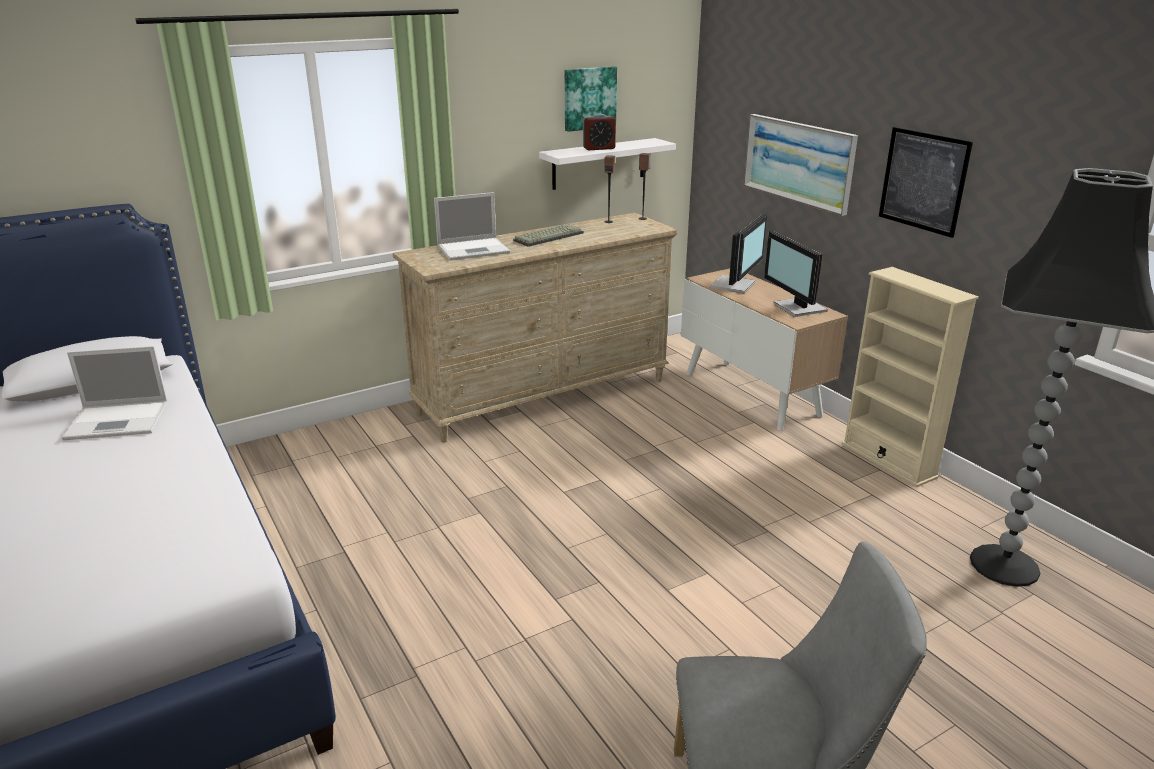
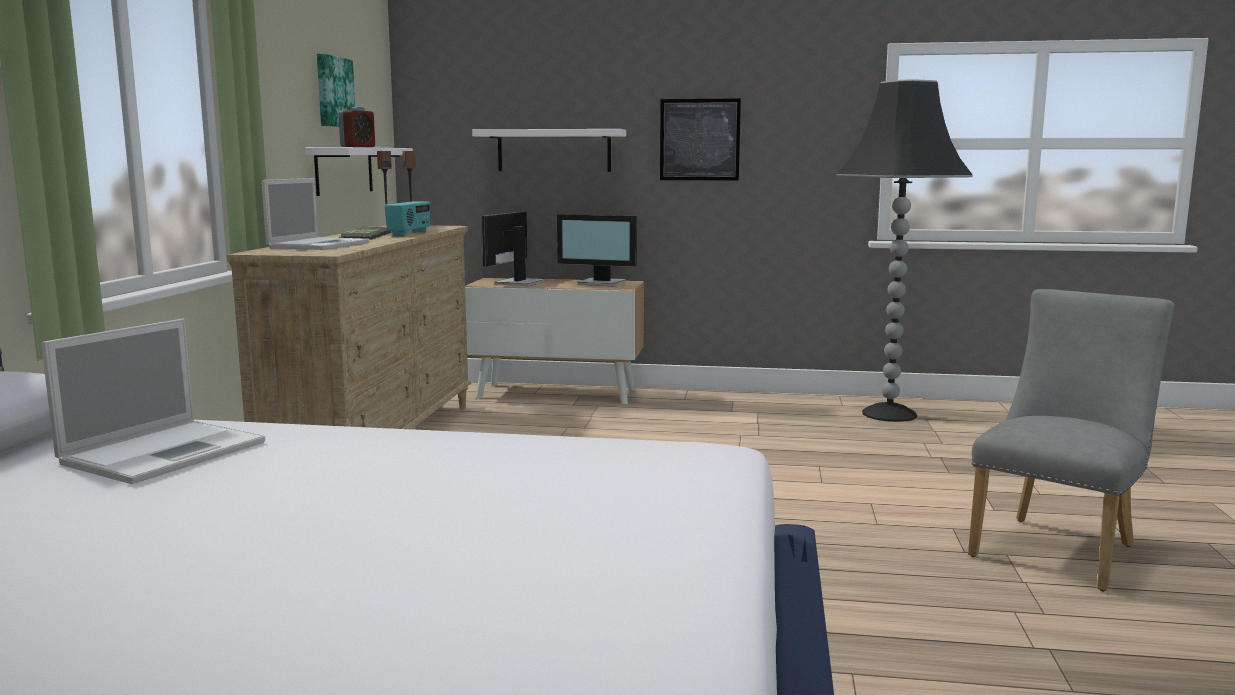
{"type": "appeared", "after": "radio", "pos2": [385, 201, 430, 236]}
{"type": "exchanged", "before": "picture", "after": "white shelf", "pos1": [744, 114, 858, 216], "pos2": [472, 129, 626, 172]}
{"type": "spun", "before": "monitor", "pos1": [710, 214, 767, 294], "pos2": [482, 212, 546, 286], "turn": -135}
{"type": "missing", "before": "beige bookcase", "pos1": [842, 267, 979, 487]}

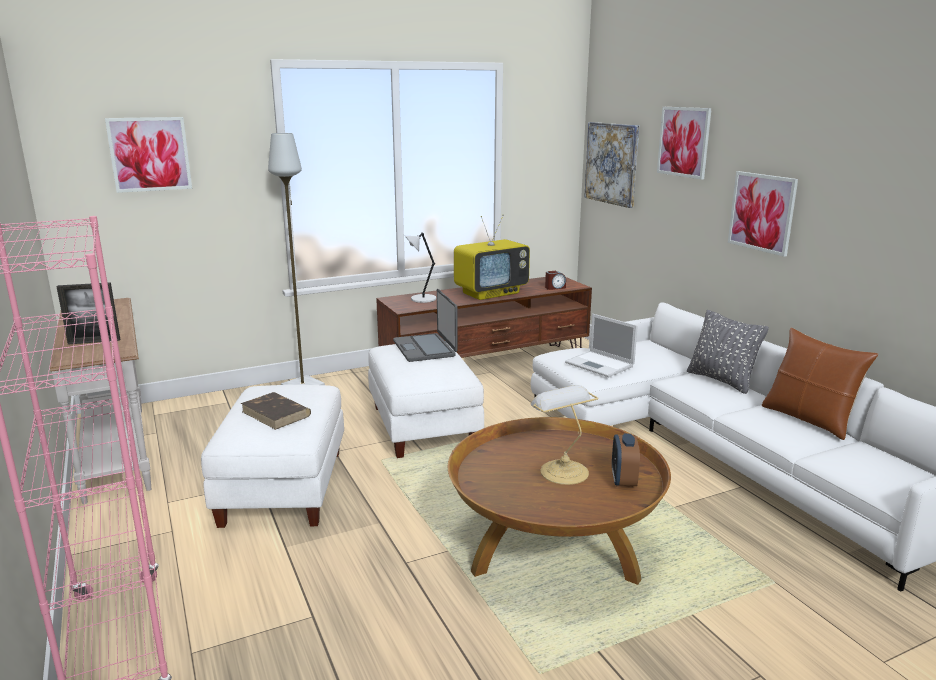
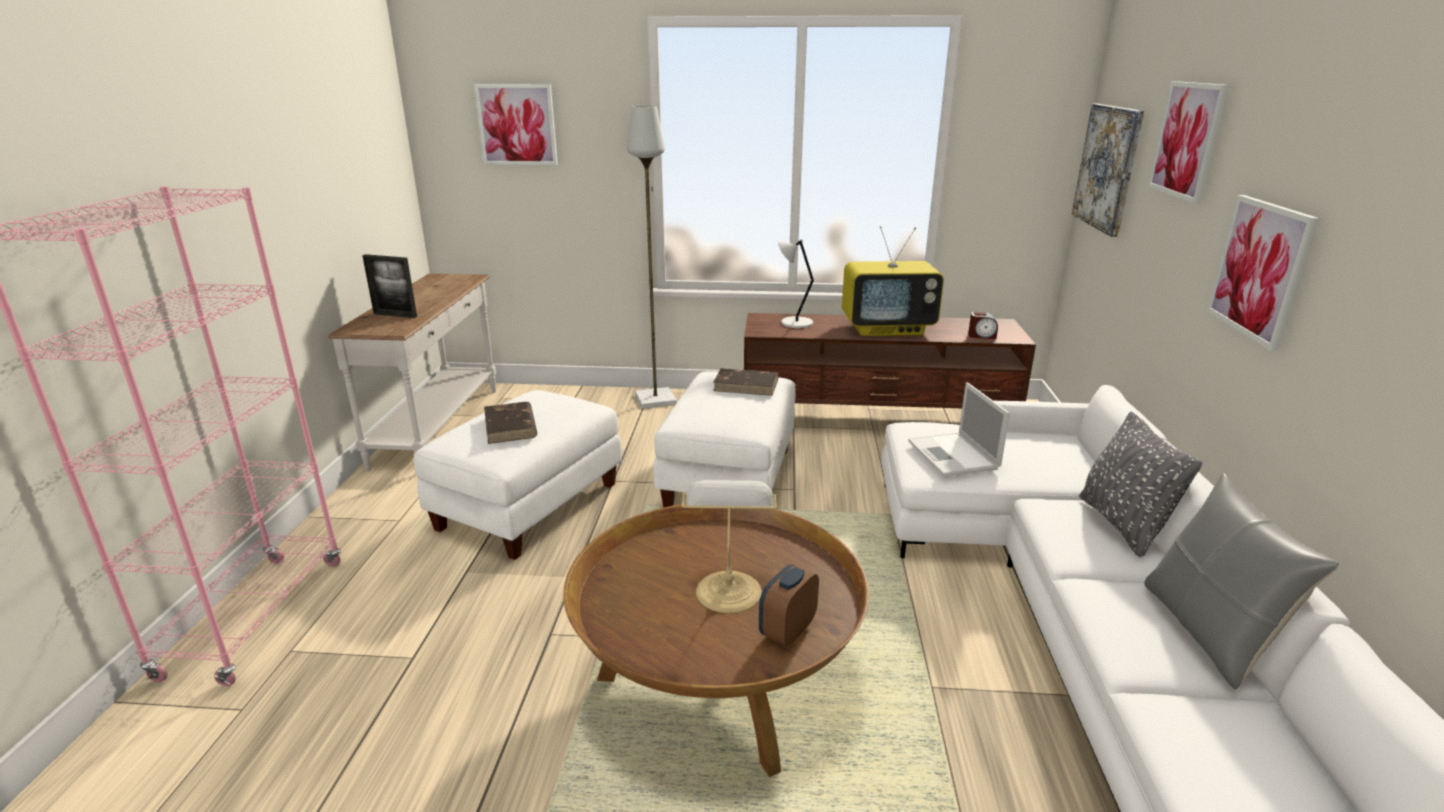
{"type": "exchanged", "before": "laptop", "after": "brown book", "pos1": [393, 289, 458, 362], "pos2": [713, 368, 778, 396]}
{"type": "colour", "before": "brown pillow", "after": "grey pillow", "pos1": [762, 328, 878, 440], "pos2": [1144, 473, 1339, 690]}

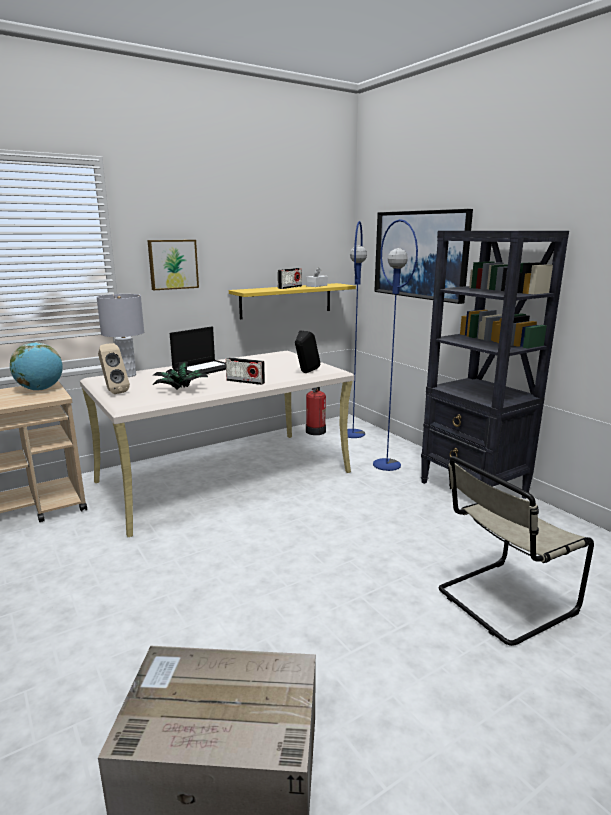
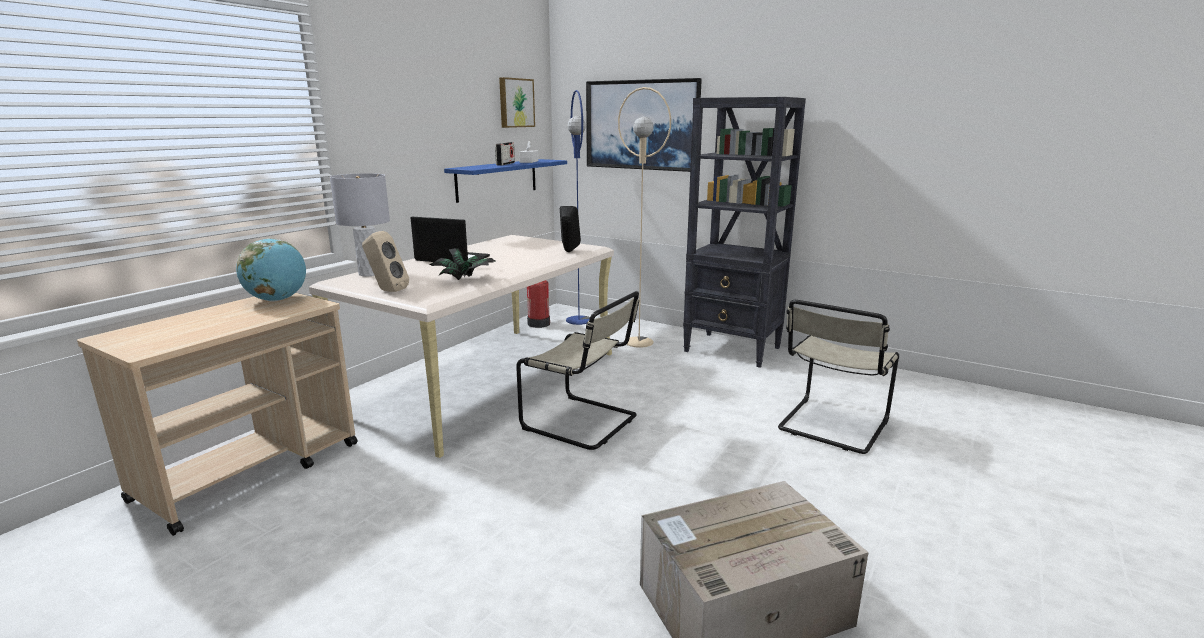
{"type": "spun", "before": "laptop", "pos1": [170, 327, 226, 375], "pos2": [410, 217, 490, 262], "turn": -90}
{"type": "colour", "before": "yellow shelf", "after": "blue shelf", "pos1": [229, 283, 356, 319], "pos2": [444, 159, 567, 203]}
{"type": "relocated", "before": "picture", "pos1": [148, 240, 199, 290], "pos2": [499, 77, 535, 128]}
{"type": "appeared", "after": "beige chair", "pos2": [516, 291, 639, 450]}
{"type": "colour", "before": "blue floor lamp", "after": "beige floor lamp", "pos1": [373, 219, 418, 471], "pos2": [618, 87, 671, 348]}
{"type": "missing", "before": "radio", "pos1": [226, 357, 265, 385]}

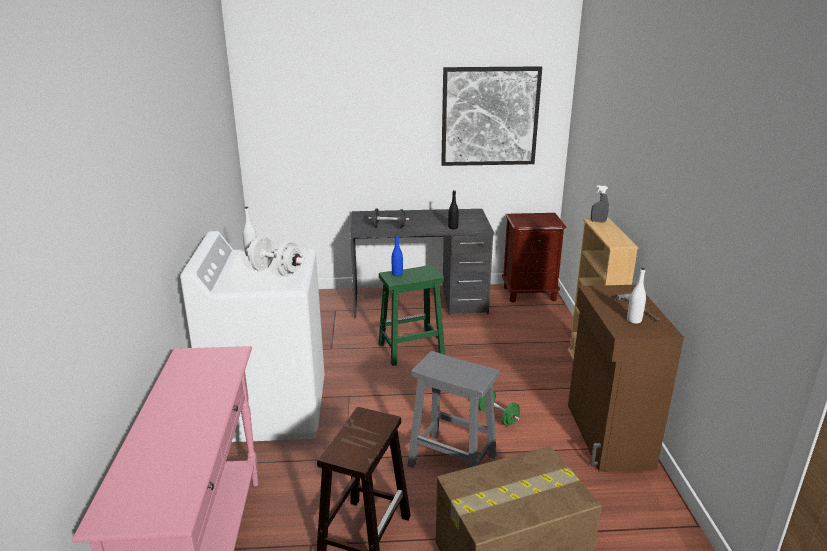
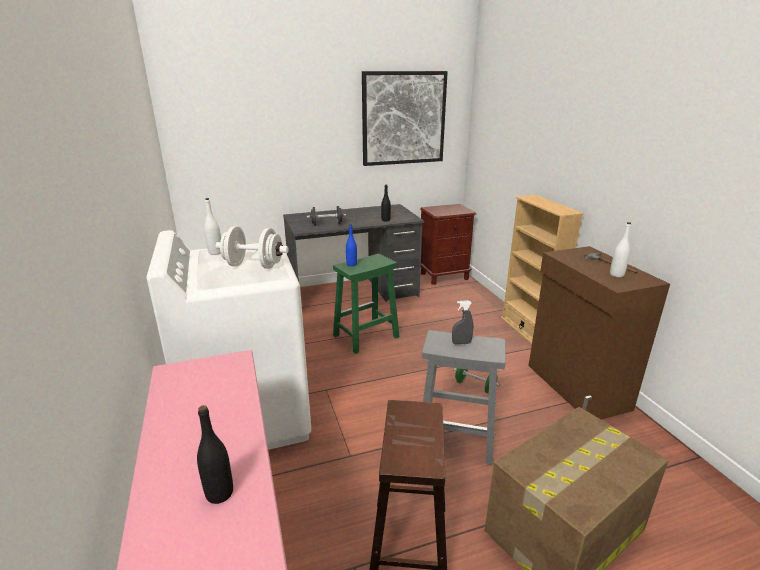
{"type": "appeared", "after": "black bottle", "pos2": [197, 405, 233, 504]}
{"type": "relocated", "before": "grey spray bottle", "pos1": [591, 185, 609, 222], "pos2": [452, 300, 473, 345]}

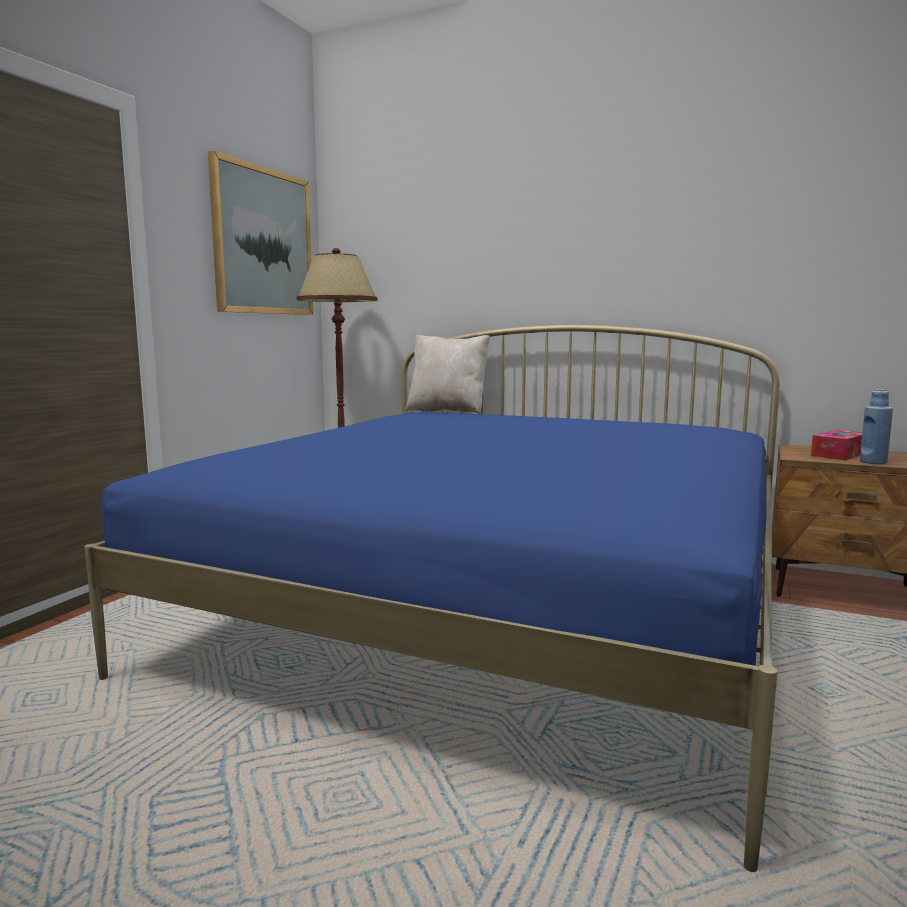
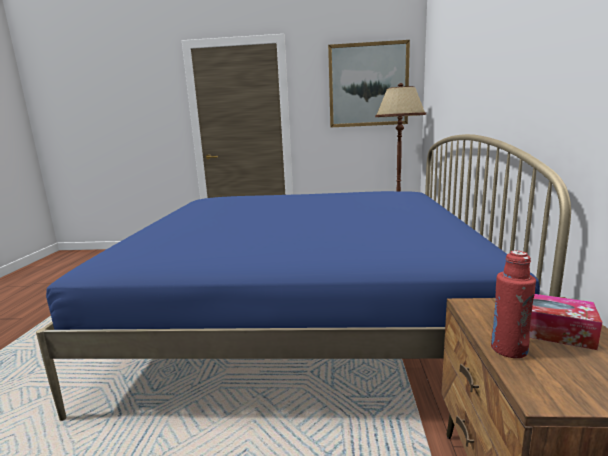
{"type": "colour", "before": "blue bottle", "after": "red bottle", "pos1": [860, 389, 893, 464], "pos2": [491, 251, 536, 358]}
{"type": "missing", "before": "beige pillow", "pos1": [406, 335, 490, 414]}

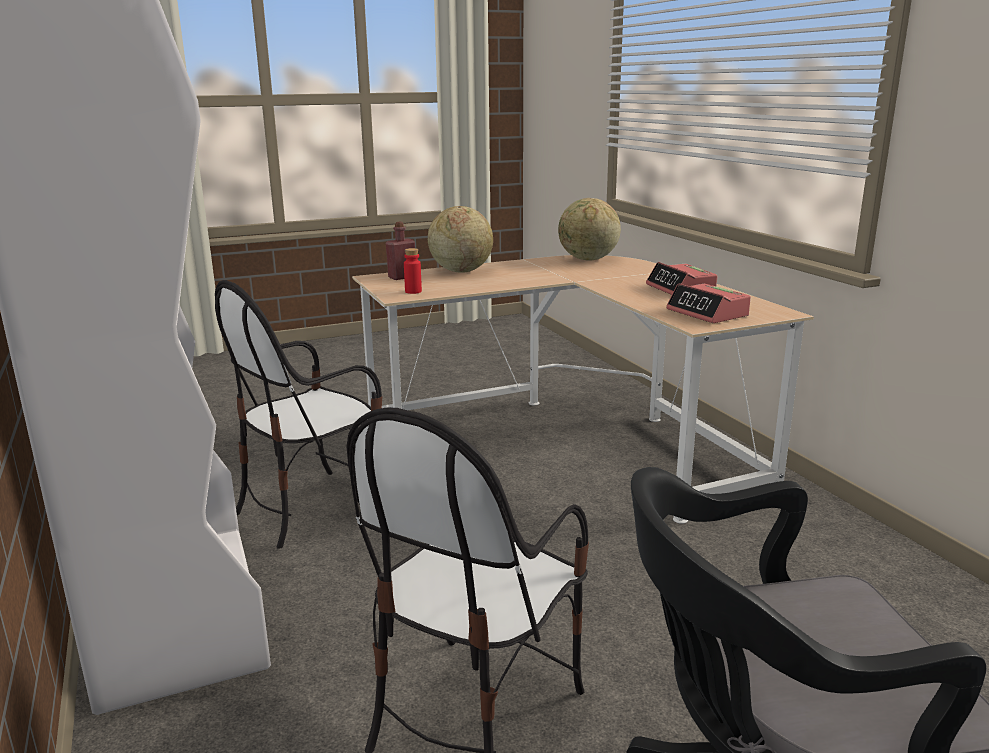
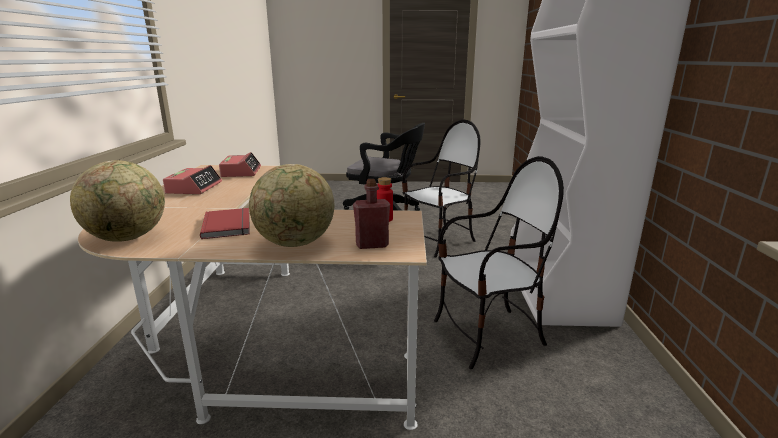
{"type": "appeared", "after": "red book", "pos2": [200, 208, 250, 239]}

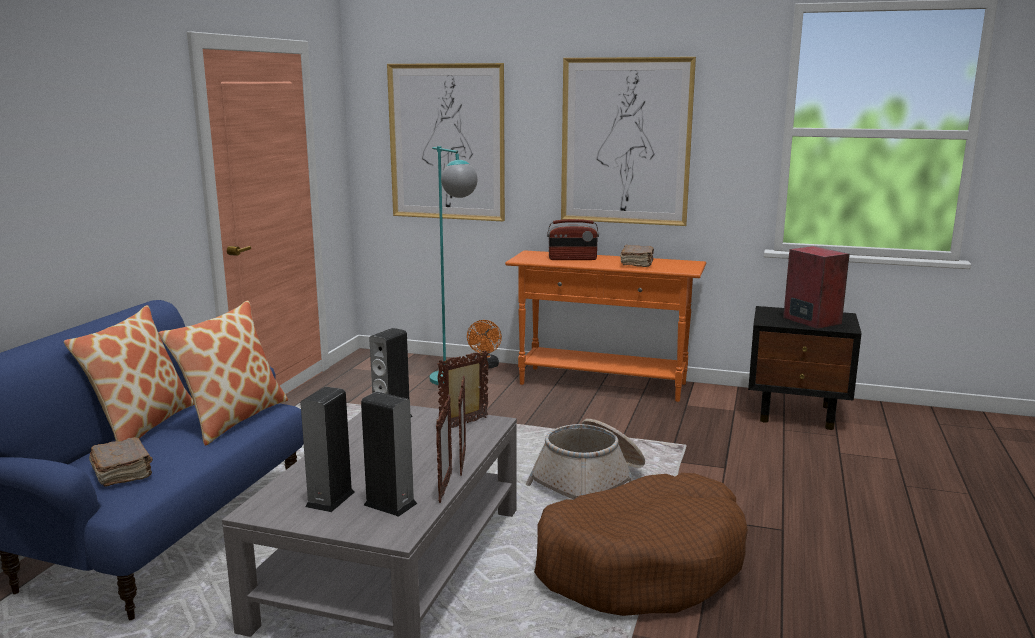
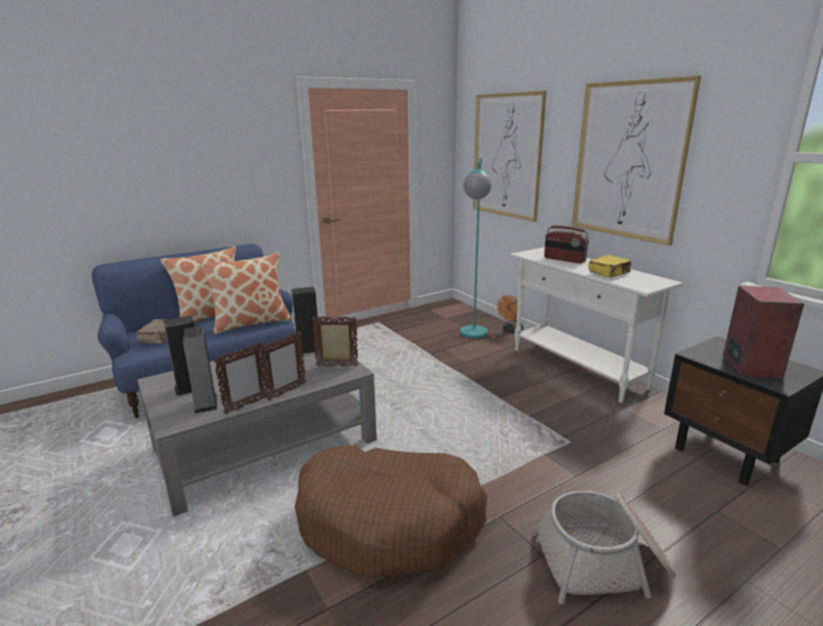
{"type": "colour", "before": "orange console table", "after": "white console table", "pos1": [505, 250, 706, 402], "pos2": [510, 247, 683, 403]}
{"type": "relocated", "before": "basket", "pos1": [526, 419, 645, 499], "pos2": [532, 491, 677, 605]}
{"type": "colour", "before": "brown book", "after": "yellow book", "pos1": [620, 245, 654, 267], "pos2": [588, 255, 631, 277]}

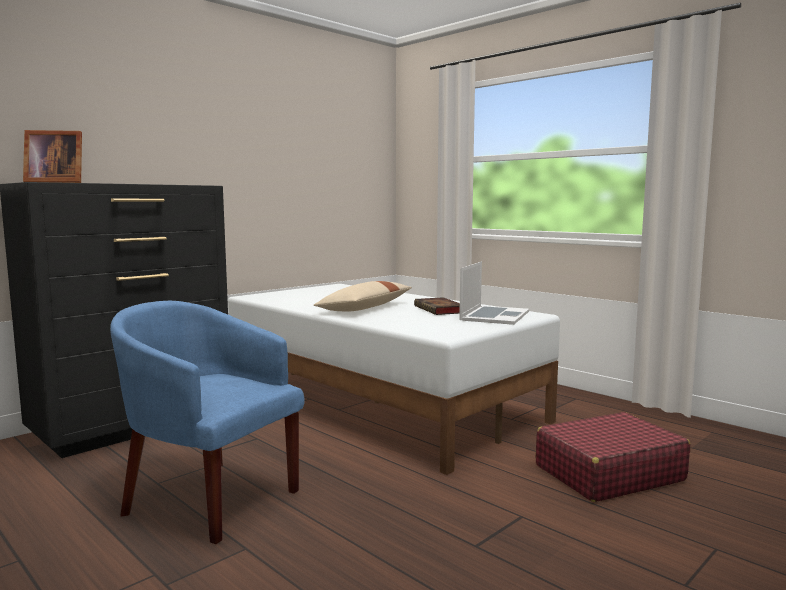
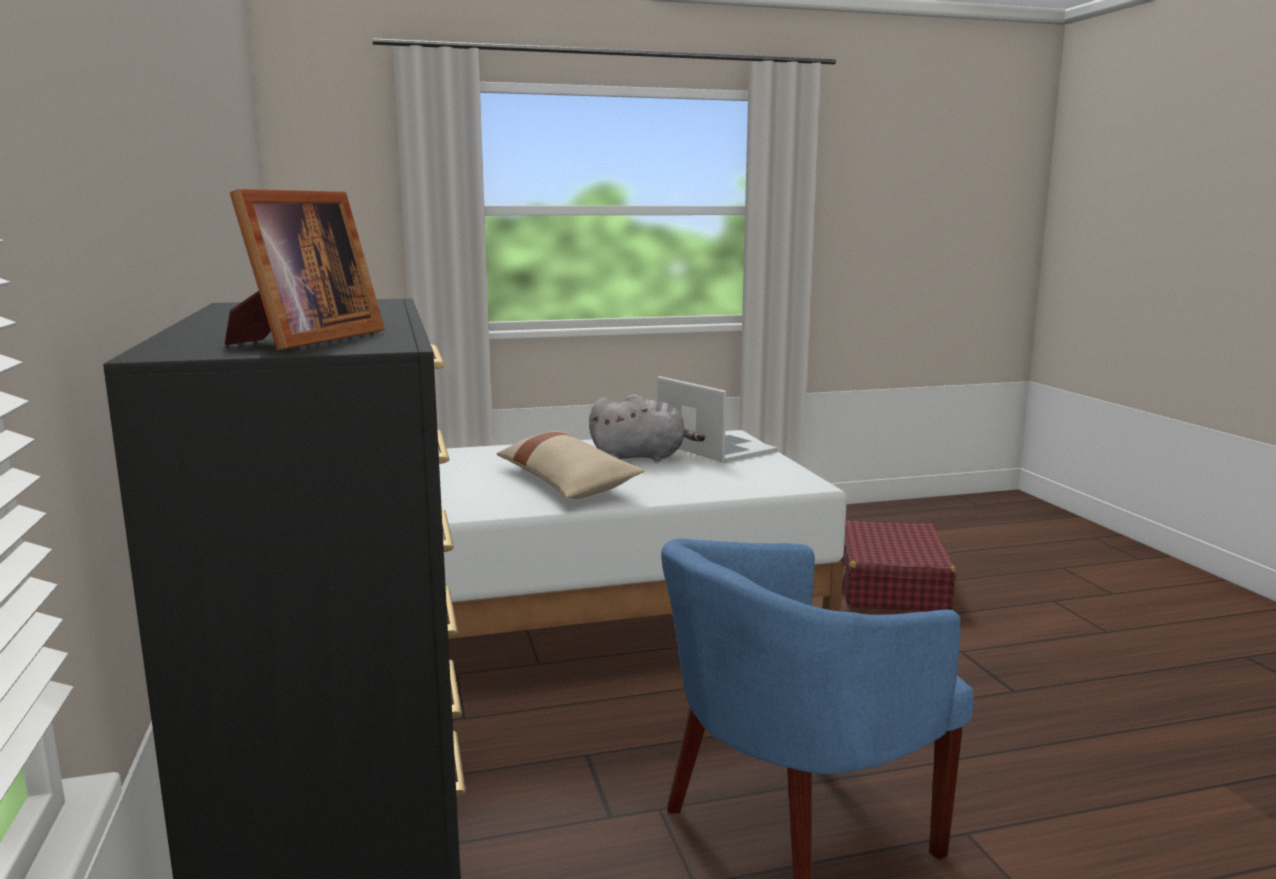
{"type": "exchanged", "before": "book", "after": "grey plush toy", "pos1": [414, 297, 460, 315], "pos2": [589, 394, 705, 462]}

